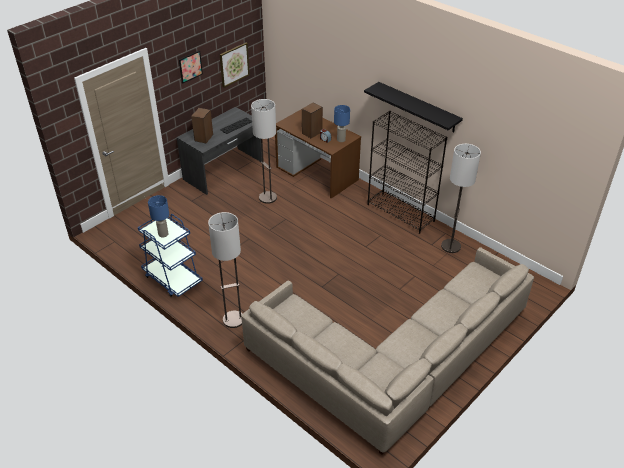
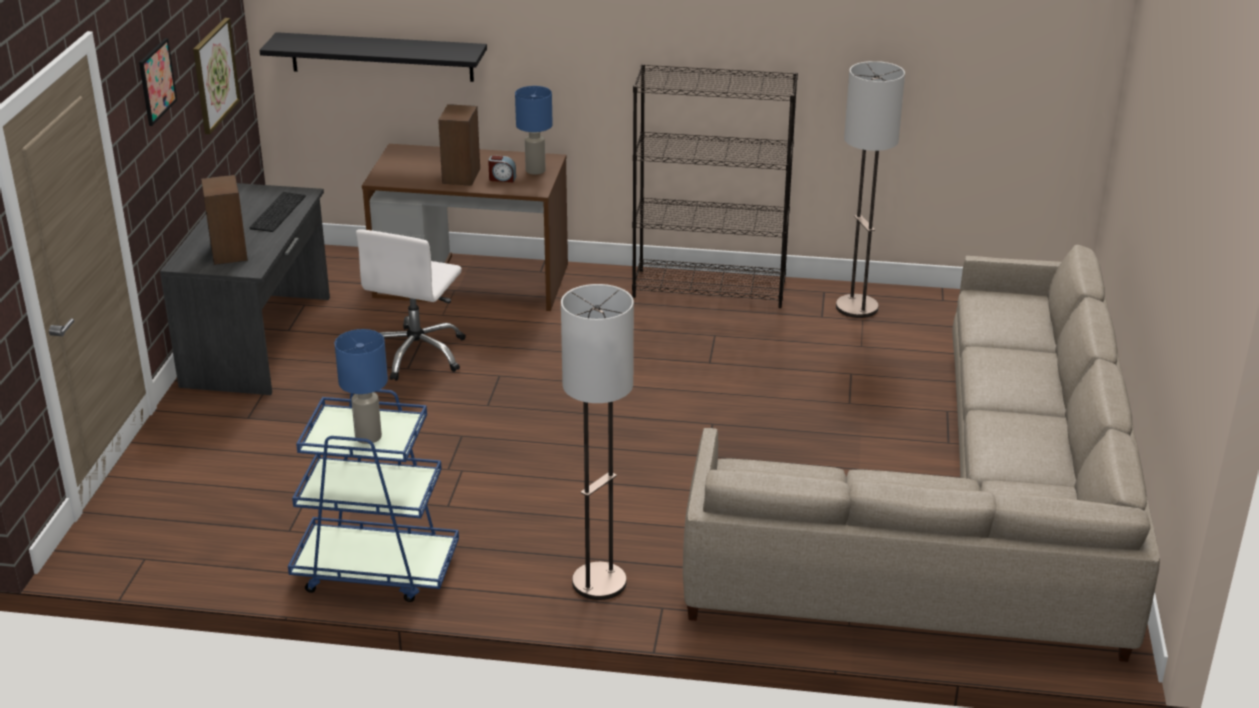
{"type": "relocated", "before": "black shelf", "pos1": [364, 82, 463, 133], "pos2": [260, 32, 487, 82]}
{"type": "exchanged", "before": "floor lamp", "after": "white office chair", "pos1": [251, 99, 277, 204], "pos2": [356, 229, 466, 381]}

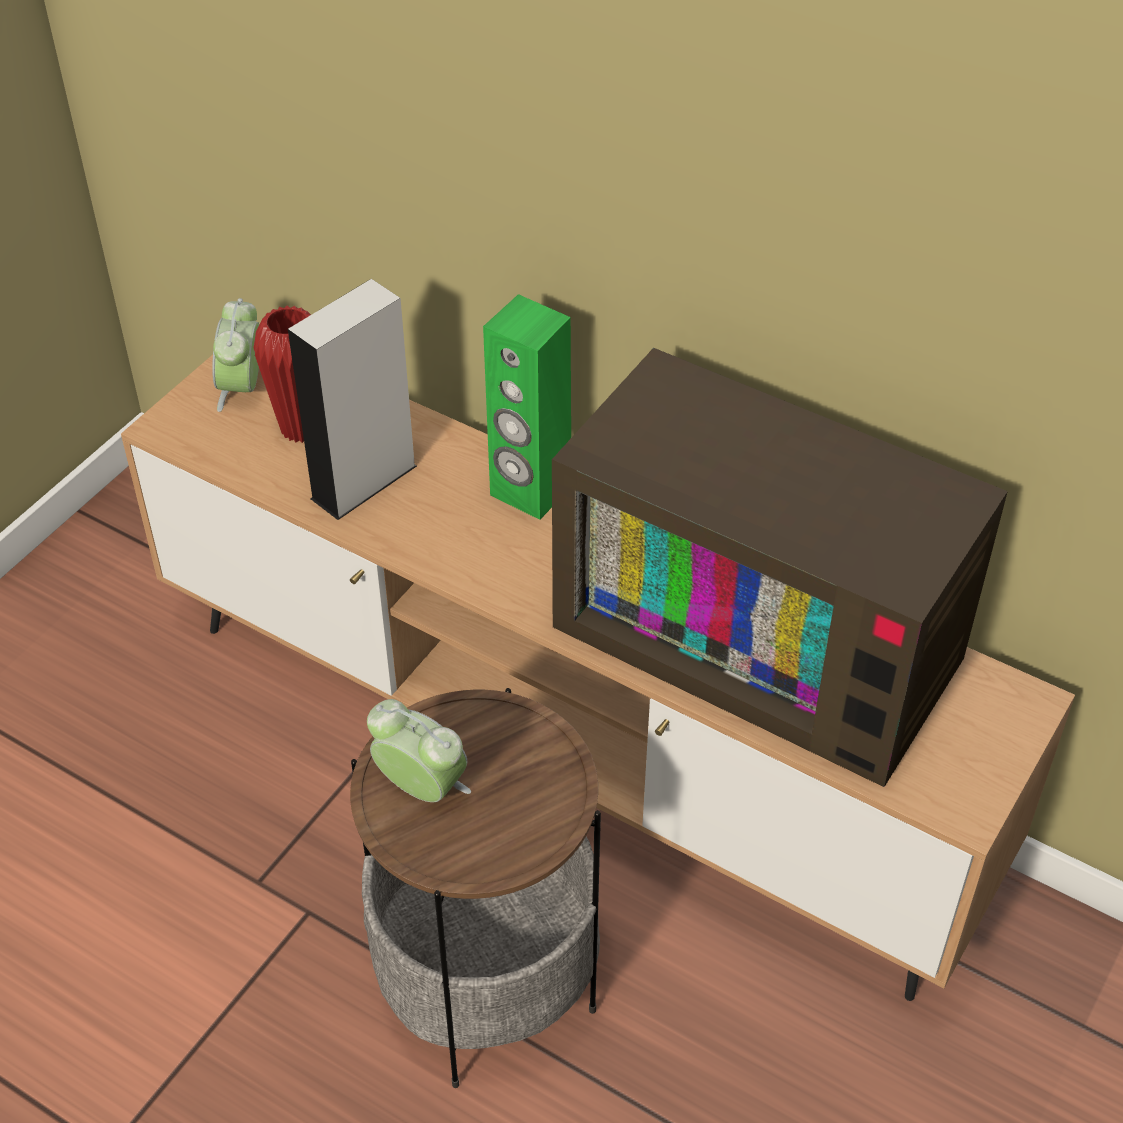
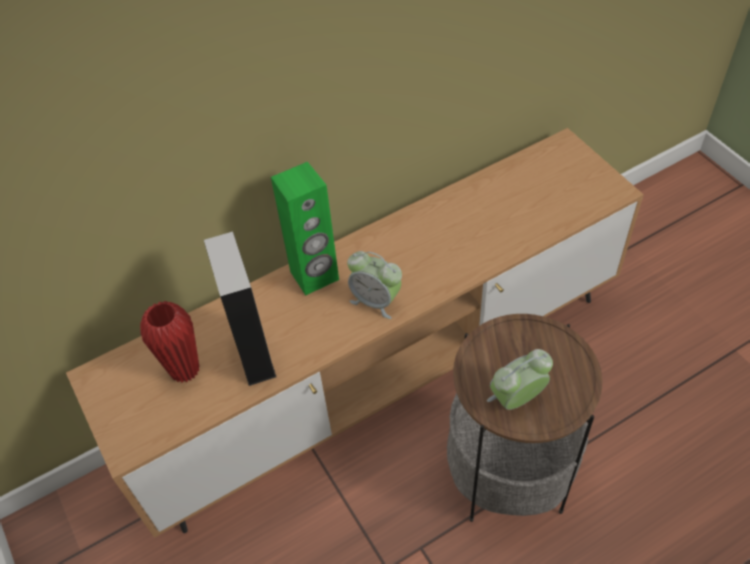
{"type": "relocated", "before": "alarm clock", "pos1": [212, 298, 259, 412], "pos2": [347, 251, 402, 319]}
{"type": "missing", "before": "television", "pos1": [552, 348, 1008, 787]}

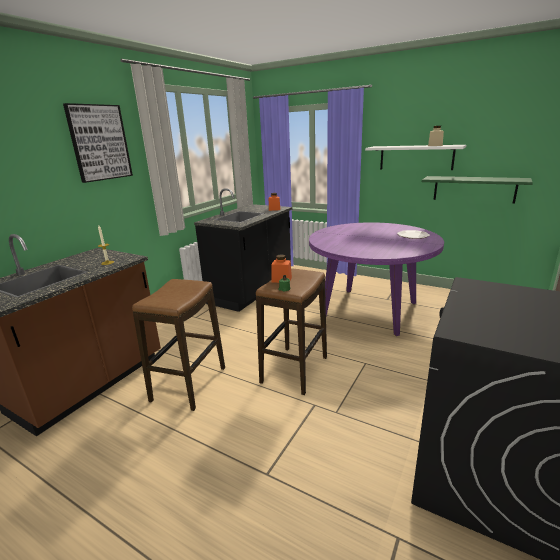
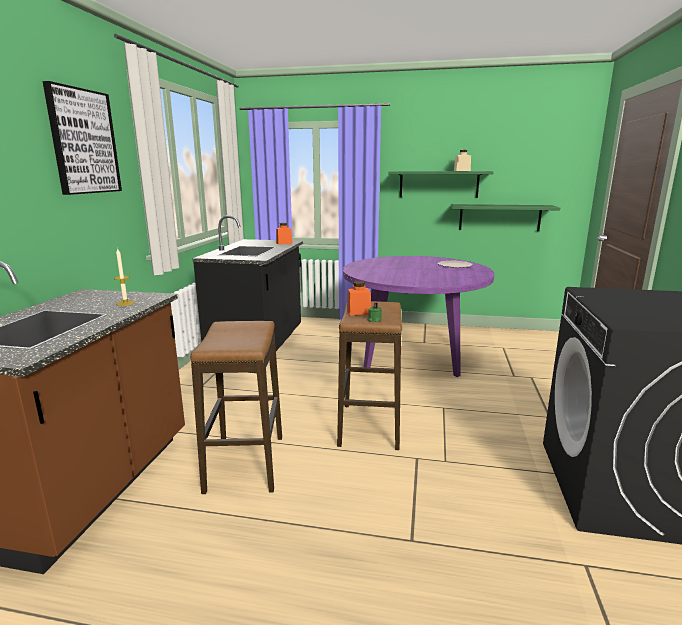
{"type": "colour", "before": "white shelf", "after": "green shelf", "pos1": [365, 145, 466, 170], "pos2": [388, 171, 494, 198]}

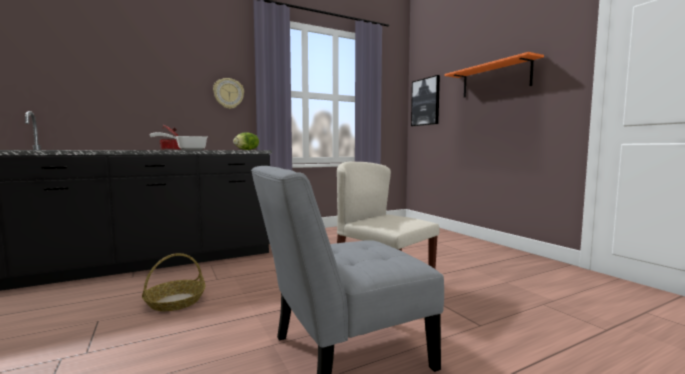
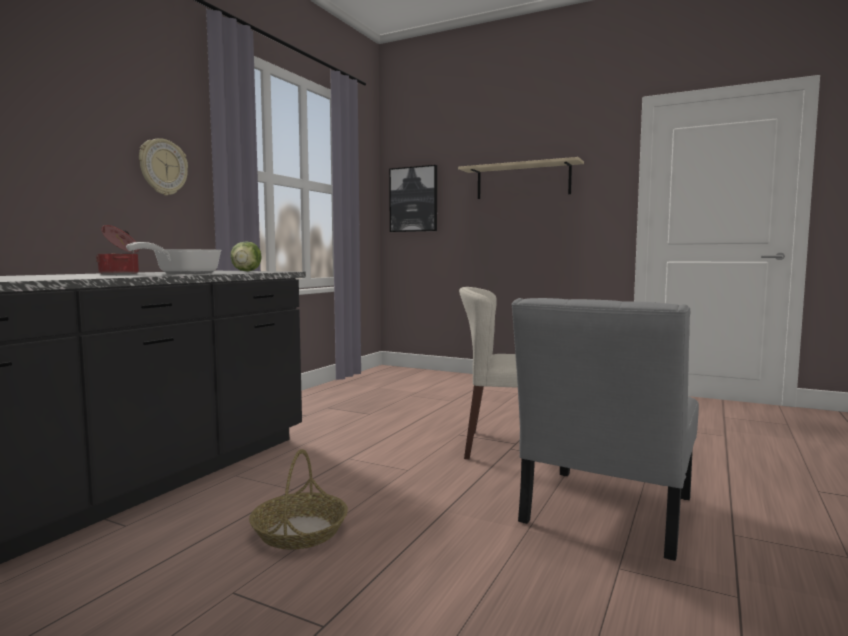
{"type": "colour", "before": "orange shelf", "after": "beige shelf", "pos1": [444, 52, 544, 98], "pos2": [458, 157, 584, 199]}

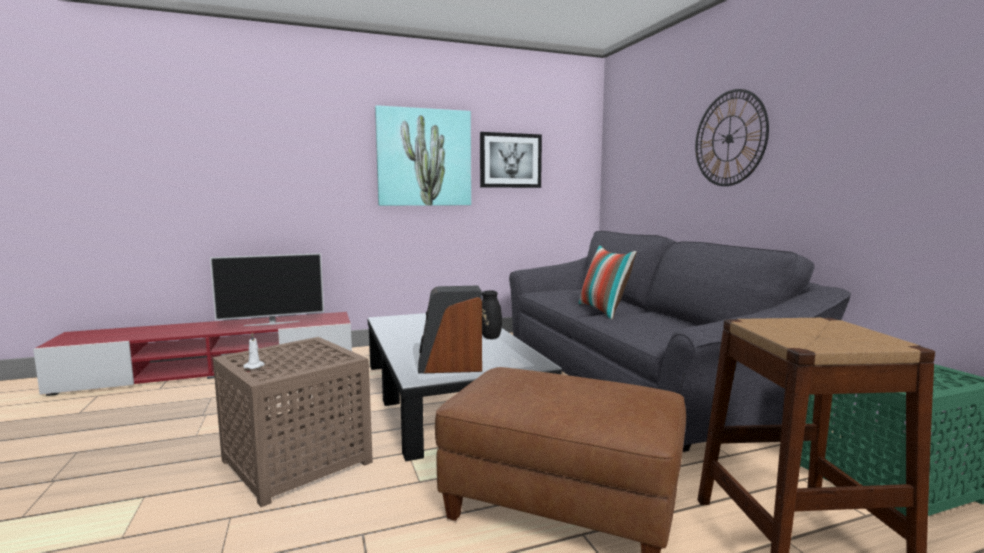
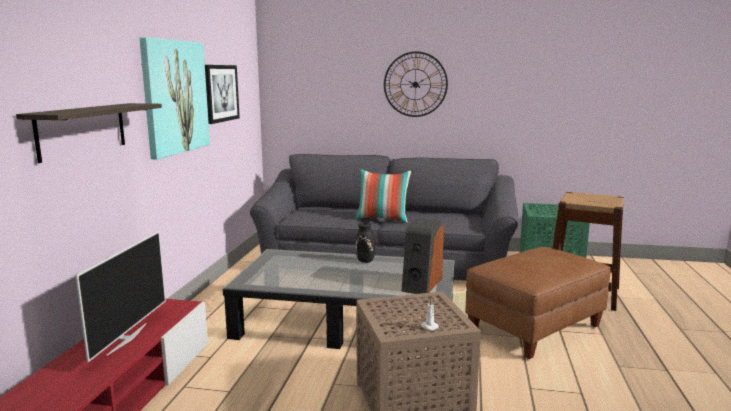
{"type": "appeared", "after": "shelf", "pos2": [16, 103, 162, 163]}

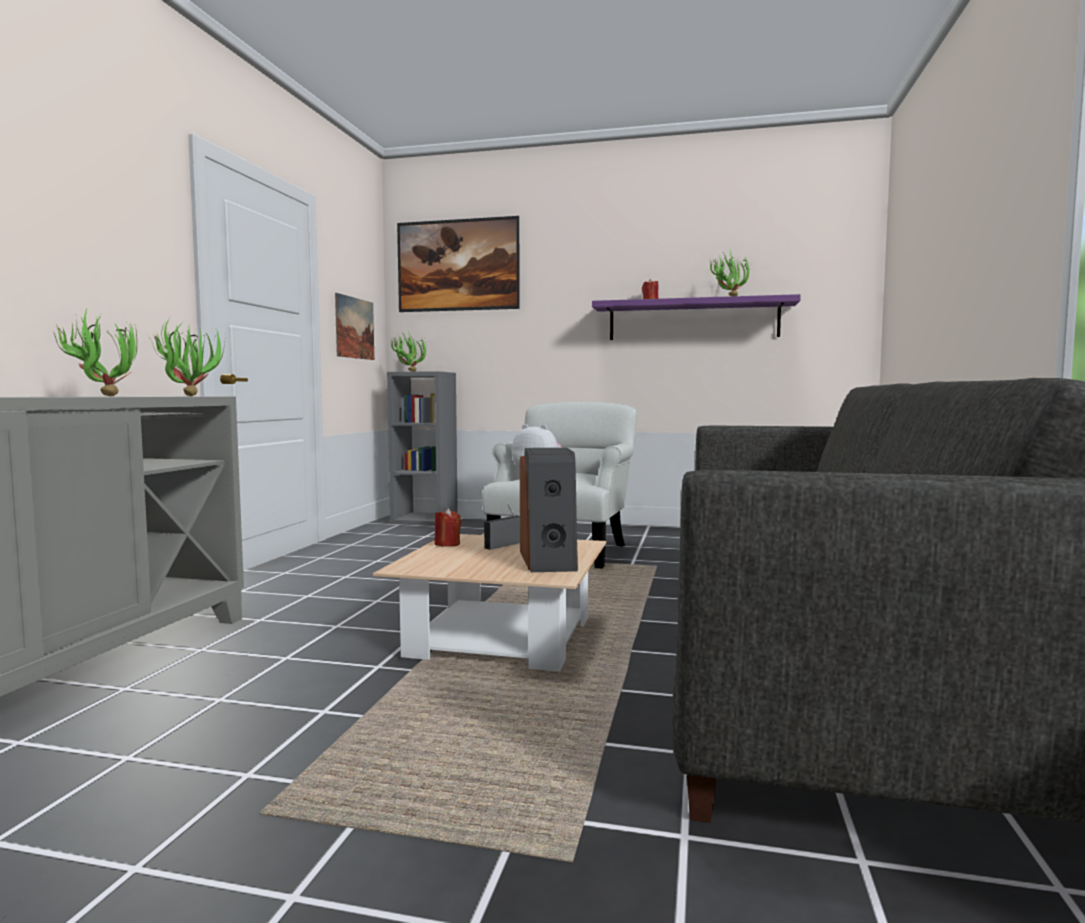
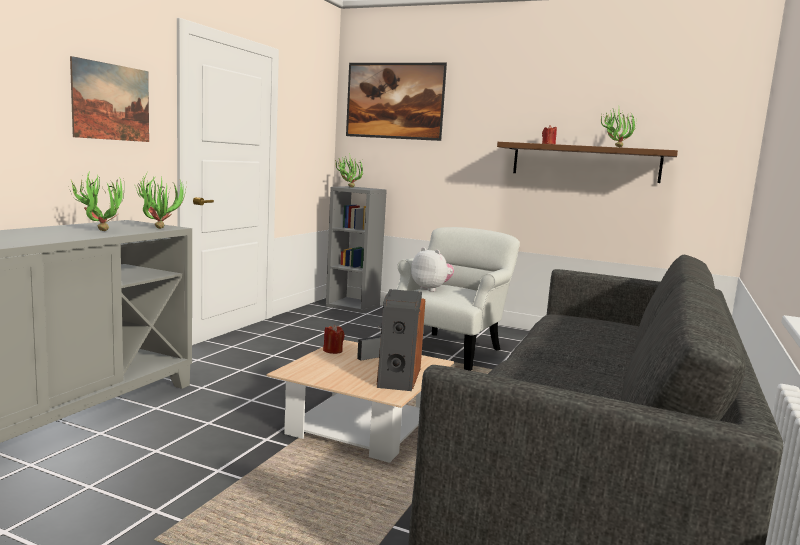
{"type": "relocated", "before": "picture", "pos1": [335, 293, 374, 360], "pos2": [70, 56, 149, 142]}
{"type": "colour", "before": "purple shelf", "after": "brown shelf", "pos1": [592, 294, 801, 340], "pos2": [497, 142, 678, 183]}

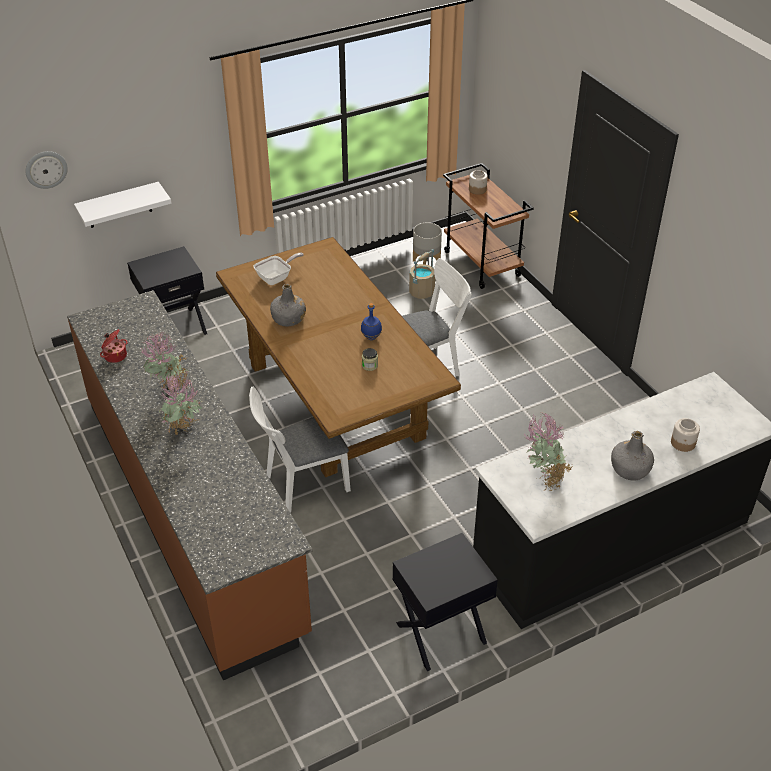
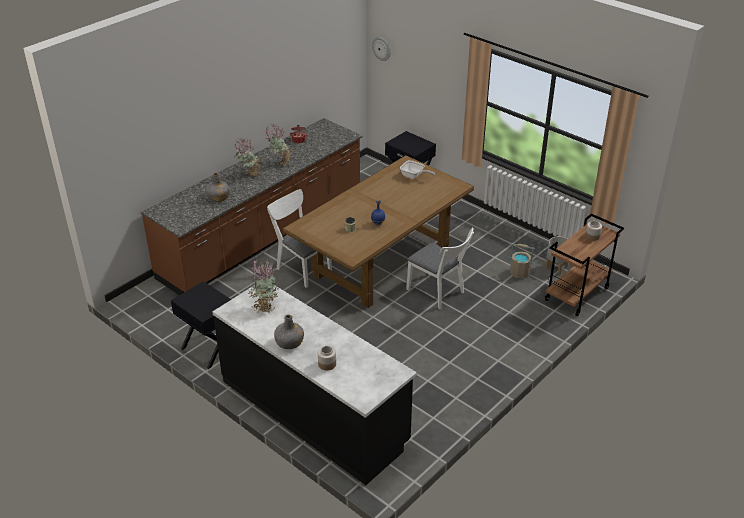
{"type": "relocated", "before": "grey bottle", "pos1": [270, 284, 306, 326], "pos2": [205, 173, 230, 202]}
{"type": "missing", "before": "white shelf", "pos1": [74, 182, 172, 228]}

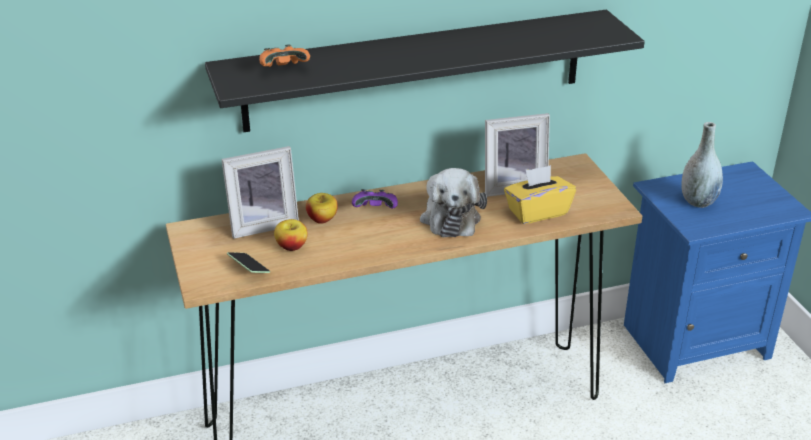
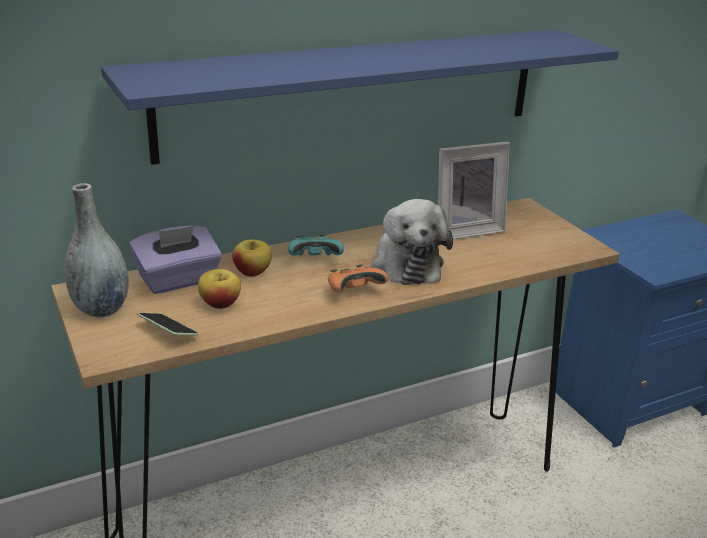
{"type": "relocated", "before": "grey vase", "pos1": [681, 122, 723, 208], "pos2": [64, 183, 129, 318]}
{"type": "colour", "before": "black shelf", "after": "blue shelf", "pos1": [205, 10, 645, 132], "pos2": [101, 29, 619, 165]}
{"type": "exchanged", "before": "picture frame", "after": "purple tissue box", "pos1": [221, 146, 299, 239], "pos2": [129, 225, 222, 294]}
{"type": "colour", "before": "purple game controller", "after": "turquoise game controller", "pos1": [352, 189, 398, 209], "pos2": [288, 234, 344, 256]}
{"type": "relocated", "before": "orange game controller", "pos1": [259, 44, 310, 67], "pos2": [328, 264, 388, 293]}
{"type": "missing", "before": "yellow tissue box", "pos1": [504, 165, 576, 224]}

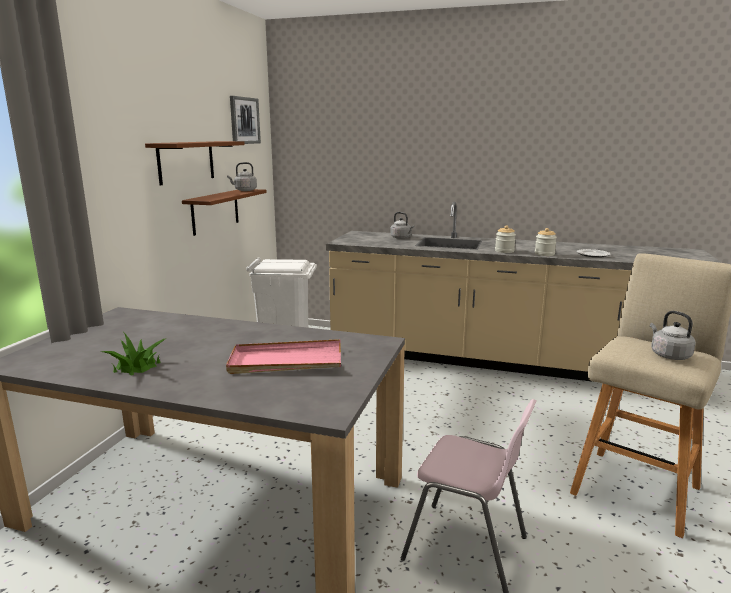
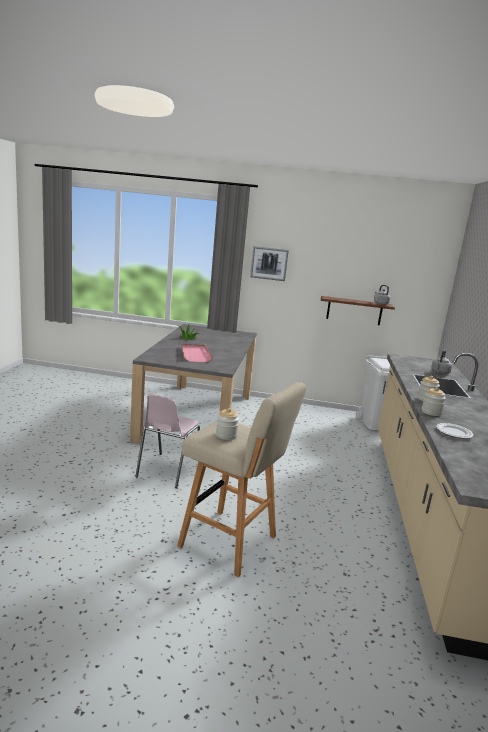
{"type": "exchanged", "before": "grey kettle", "after": "jar", "pos1": [650, 311, 696, 360], "pos2": [216, 408, 239, 440]}
{"type": "relocated", "before": "picture", "pos1": [230, 96, 261, 144], "pos2": [250, 246, 289, 281]}
{"type": "missing", "before": "brown shelf", "pos1": [145, 141, 245, 185]}

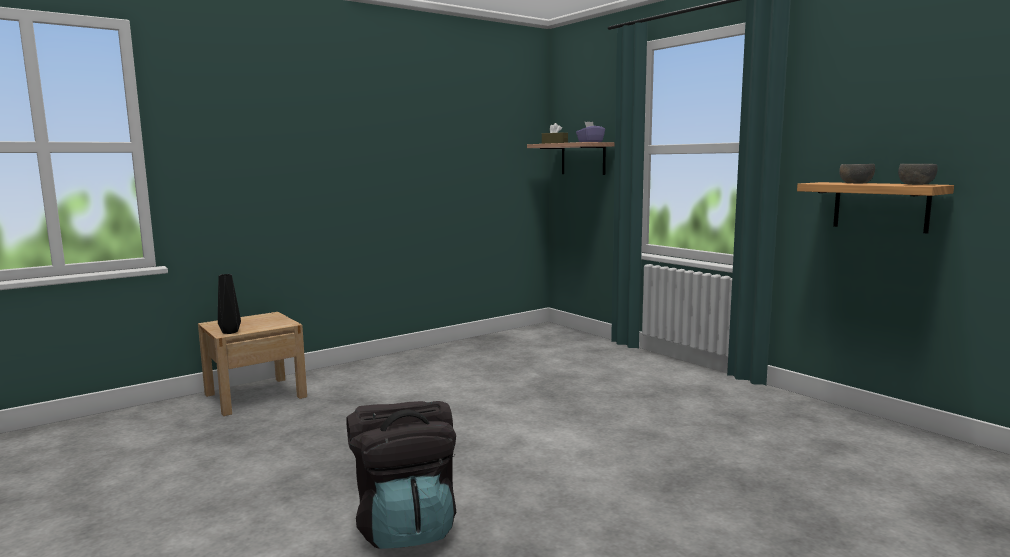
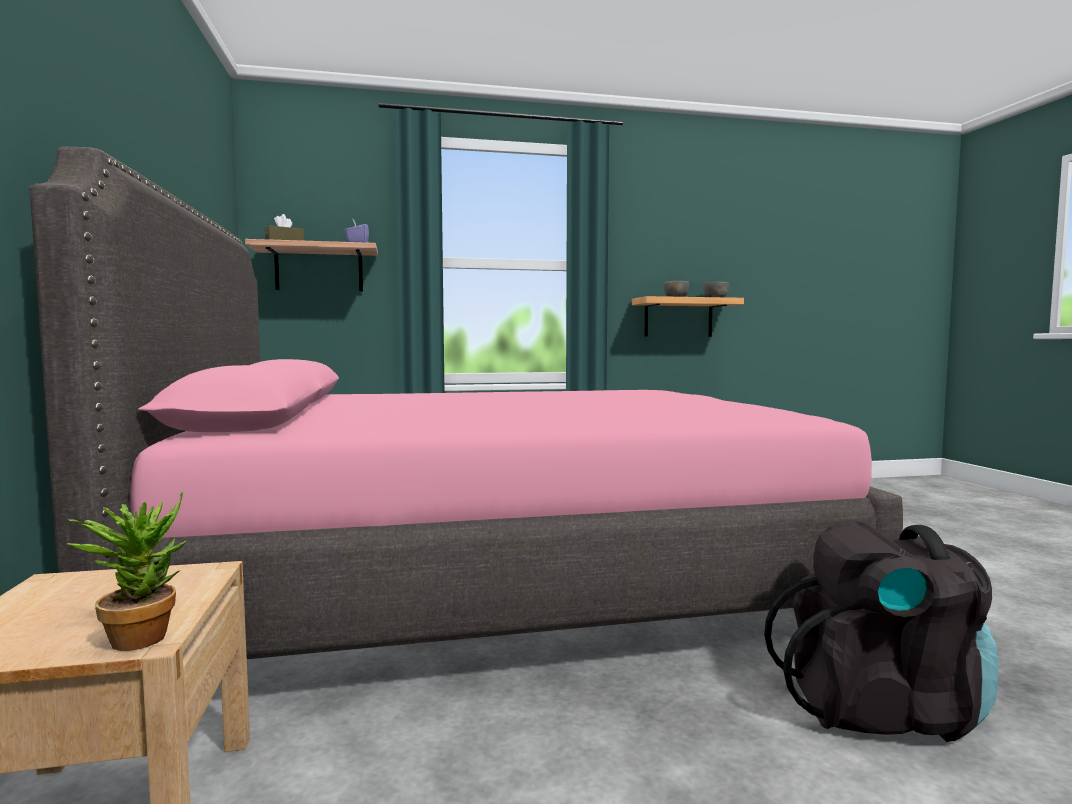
{"type": "appeared", "after": "pink bed", "pos2": [29, 146, 903, 659]}
{"type": "exchanged", "before": "black vase", "after": "potted plant", "pos1": [218, 274, 241, 334], "pos2": [67, 492, 187, 651]}

